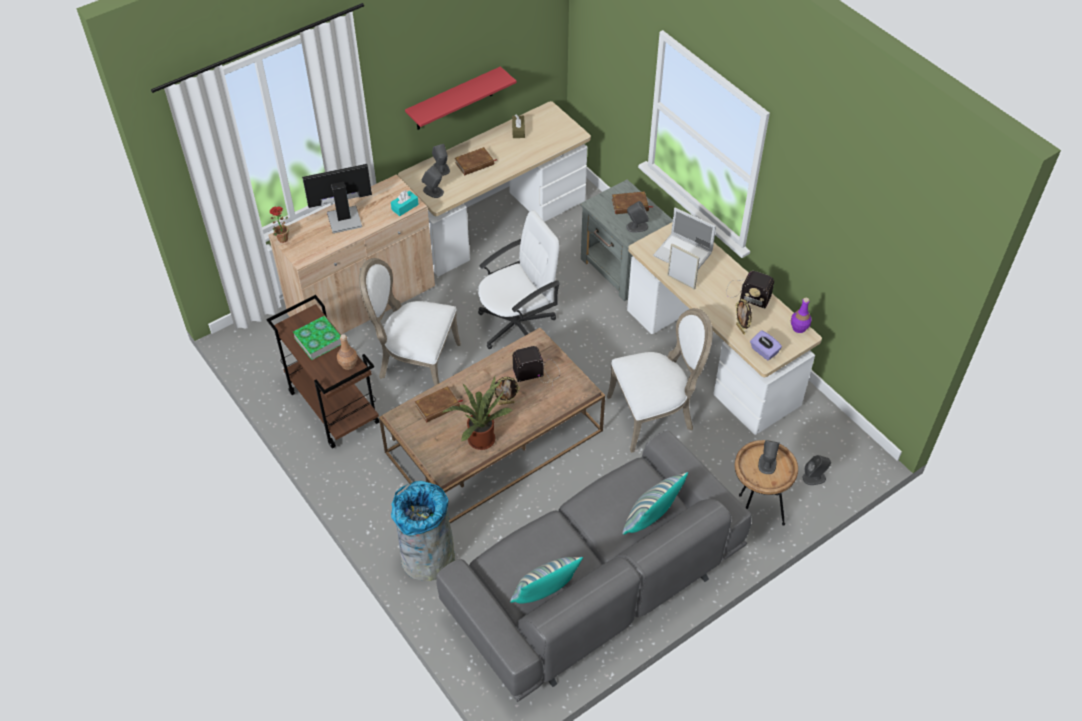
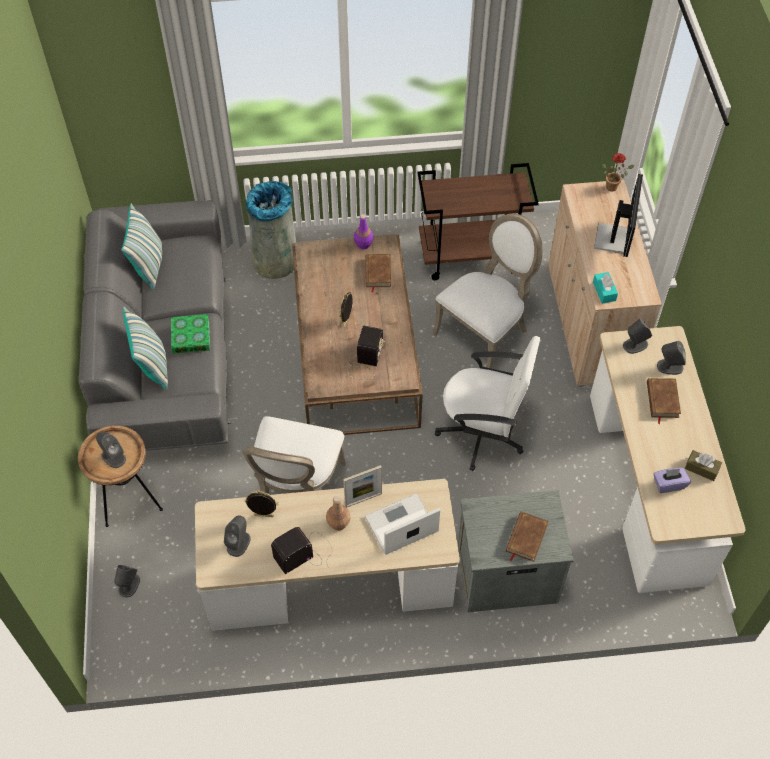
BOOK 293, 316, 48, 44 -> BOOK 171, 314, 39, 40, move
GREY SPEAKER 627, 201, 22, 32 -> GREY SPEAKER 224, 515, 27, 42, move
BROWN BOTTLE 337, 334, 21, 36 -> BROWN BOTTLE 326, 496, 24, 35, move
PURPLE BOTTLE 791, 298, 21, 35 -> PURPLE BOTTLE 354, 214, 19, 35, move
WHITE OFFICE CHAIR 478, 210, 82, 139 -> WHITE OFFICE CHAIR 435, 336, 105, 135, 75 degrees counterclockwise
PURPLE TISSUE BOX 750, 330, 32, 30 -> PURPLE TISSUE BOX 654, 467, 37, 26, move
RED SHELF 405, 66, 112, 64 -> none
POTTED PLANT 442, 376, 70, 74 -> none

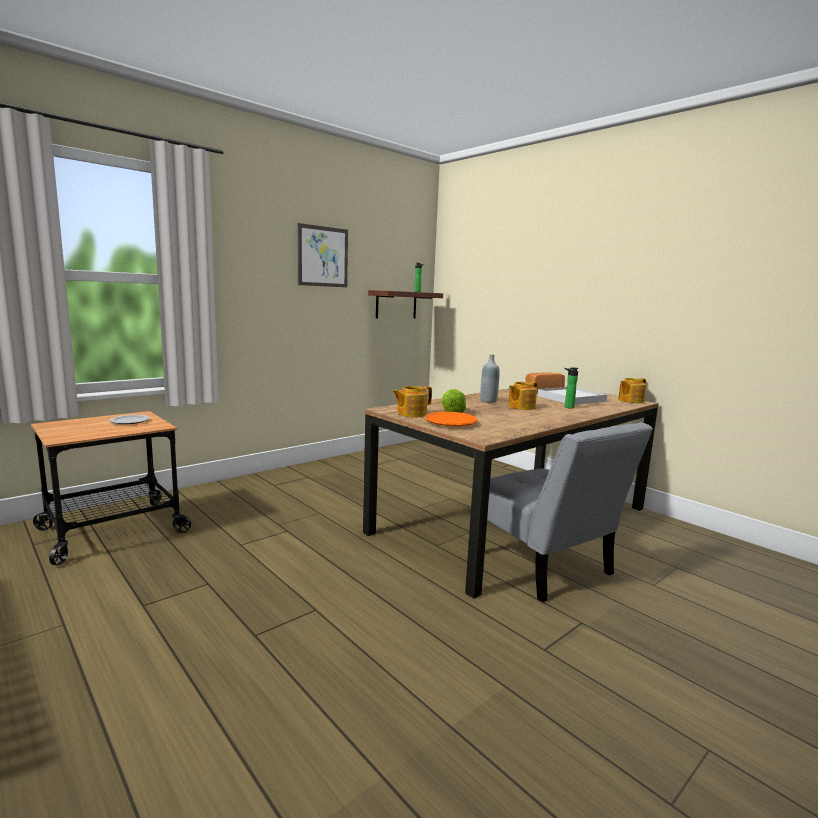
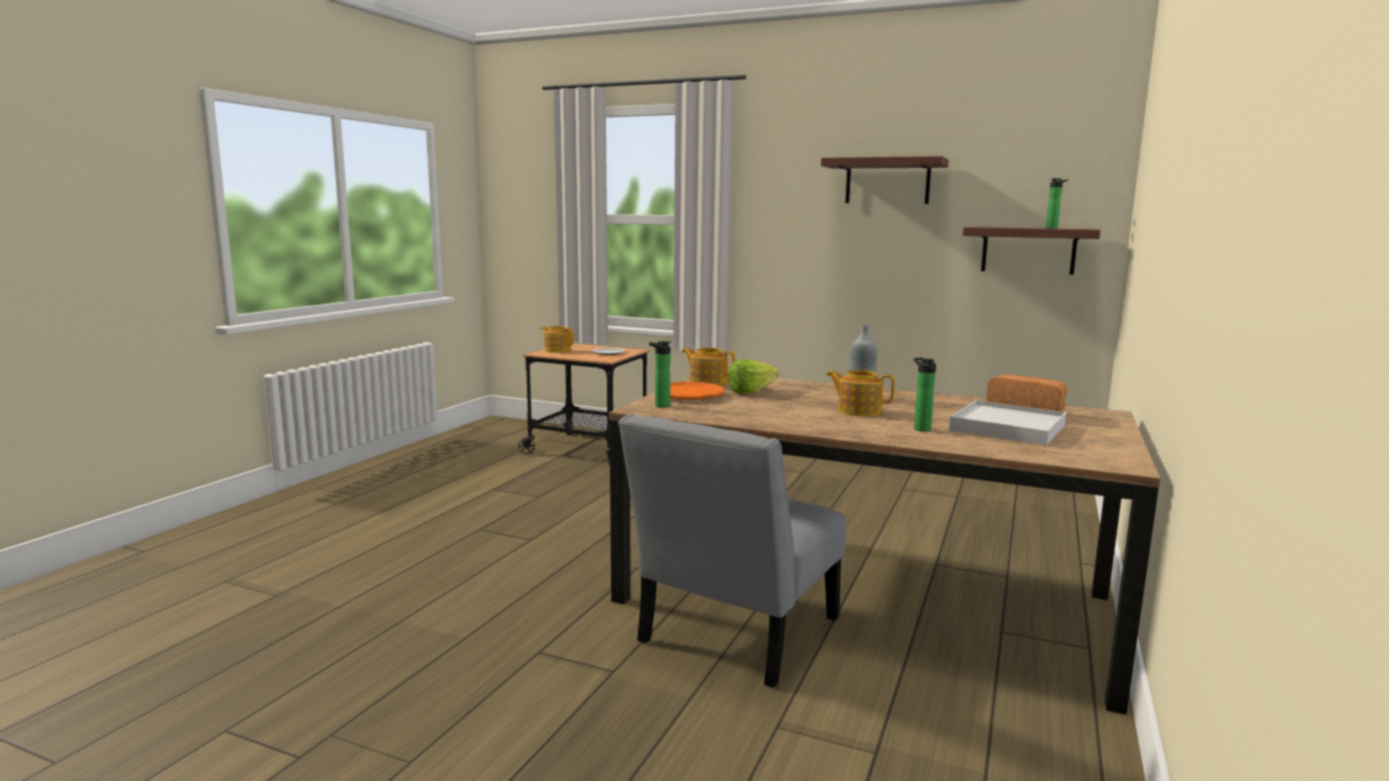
TEAPOT 618, 378, 28, 25 -> TEAPOT 540, 326, 34, 27, move
none -> BOTTLE 649, 341, 22, 66
PICTURE 298, 223, 50, 64 -> SHELF 821, 156, 127, 48

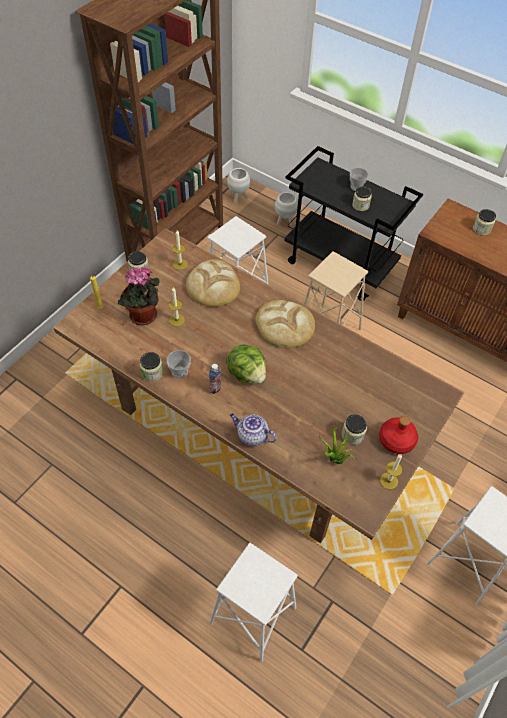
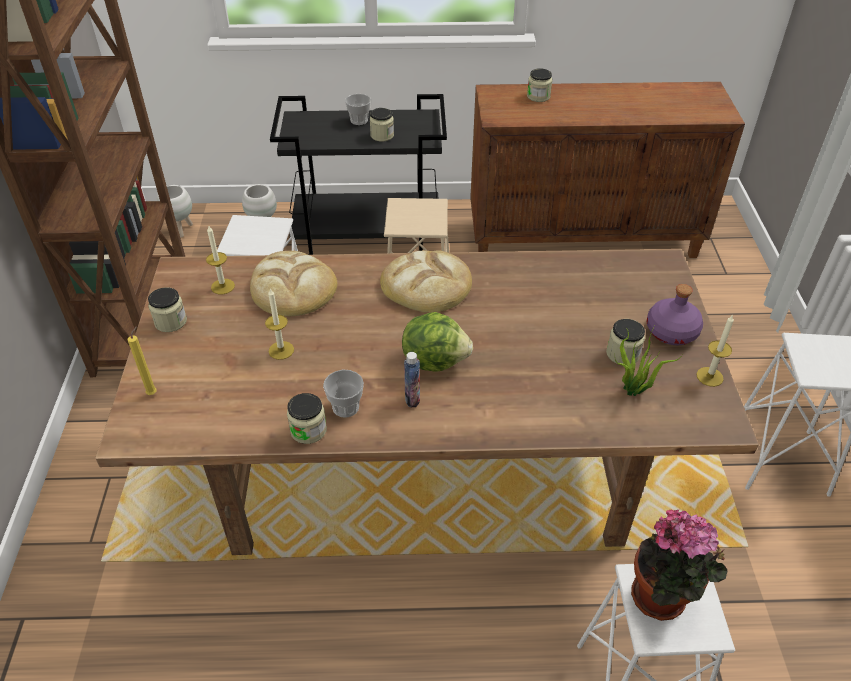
POTTED PLANT 117, 267, 42, 58 -> POTTED PLANT 631, 510, 96, 111, move
RED BOTTLE 379, 416, 39, 38 -> PURPLE BOTTLE 647, 284, 56, 61
TEAPOT 230, 413, 47, 33 -> none

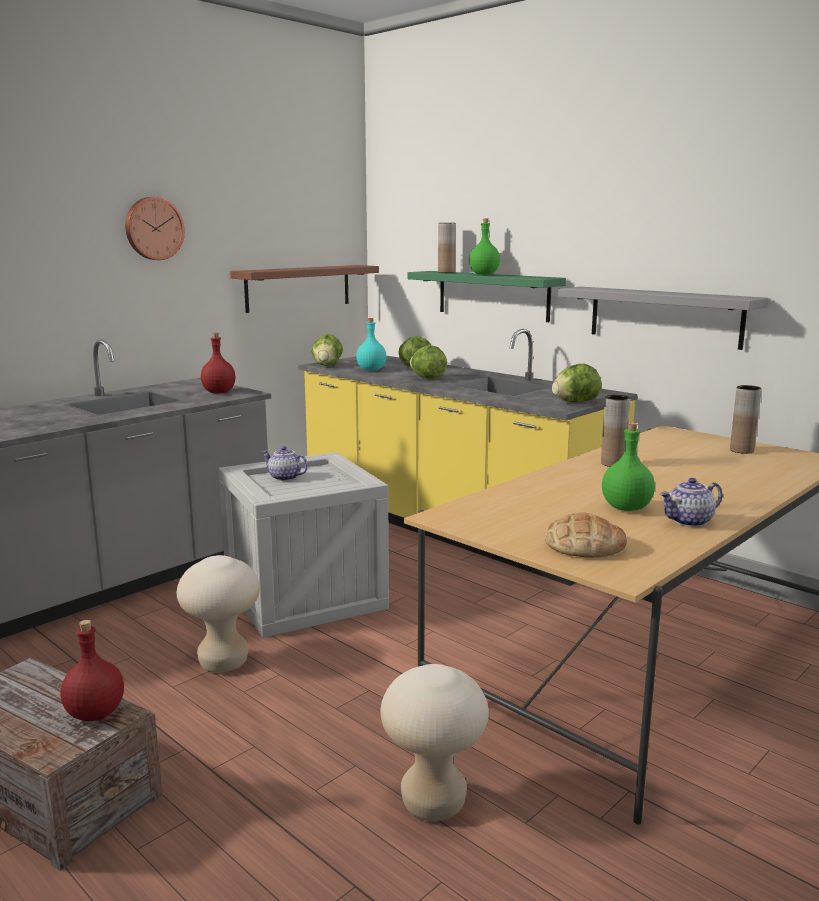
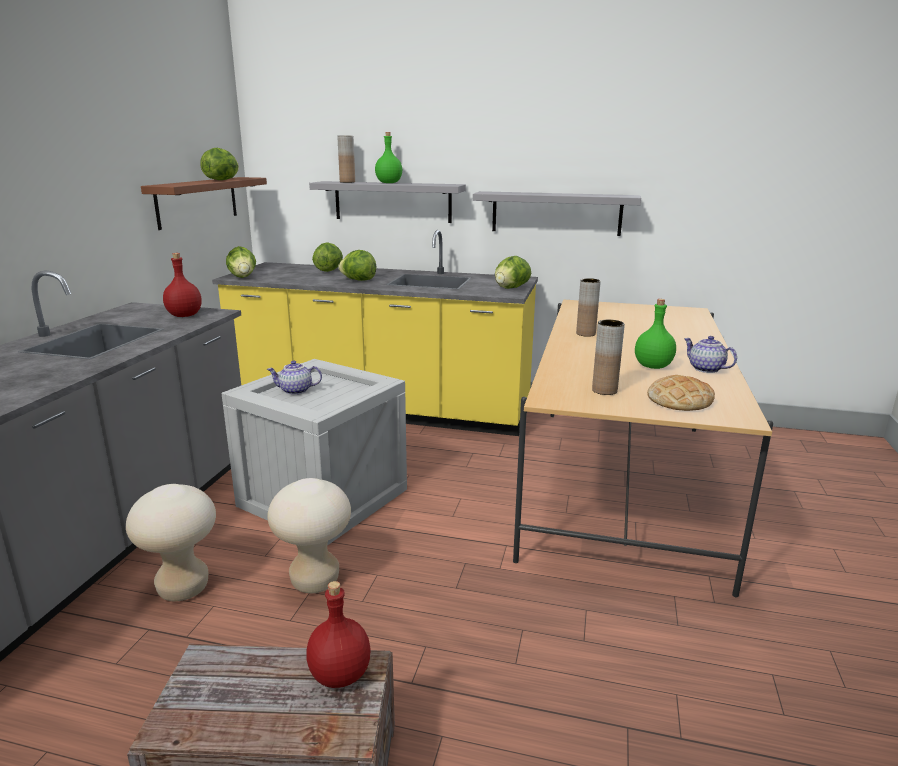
BEIGE STOOL 381, 664, 108, 157 -> BEIGE STOOL 126, 484, 90, 117, move
none -> LETTUCE 200, 148, 39, 32
GREEN SHELF 408, 271, 158, 51 -> GREY SHELF 309, 181, 157, 42
BROWN VASE 730, 385, 32, 69 -> BROWN VASE 592, 320, 33, 75, move
TEAPOT 660, 478, 63, 49 -> TEAPOT 684, 336, 53, 37, 105 degrees clockwise
WALL CLOCK 125, 197, 60, 63 -> none
TURQUOISE BOTTLE 356, 318, 30, 53 -> none

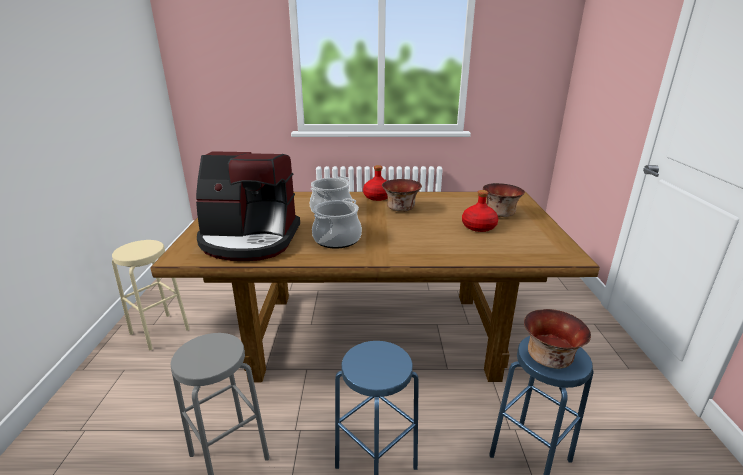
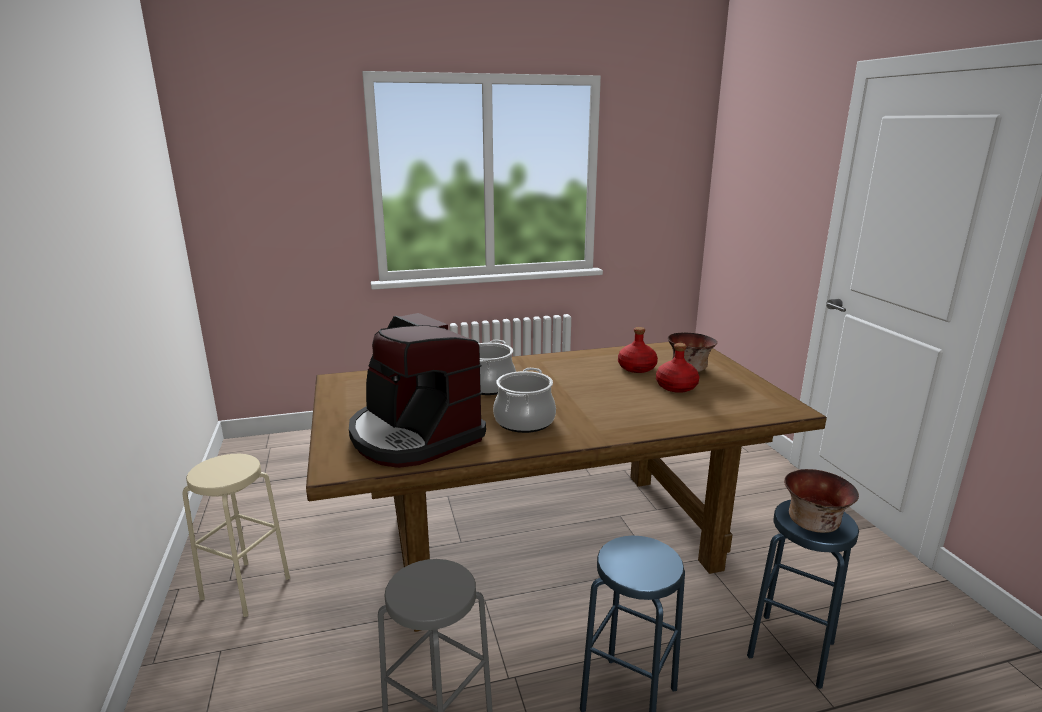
COFFEE MACHINE 196, 151, 104, 110 -> COFFEE MACHINE 349, 313, 137, 155, 60 degrees clockwise
RED BOTTLE 363, 165, 25, 36 -> RED BOTTLE 618, 327, 40, 46, move
BOWL 382, 179, 40, 33 -> none

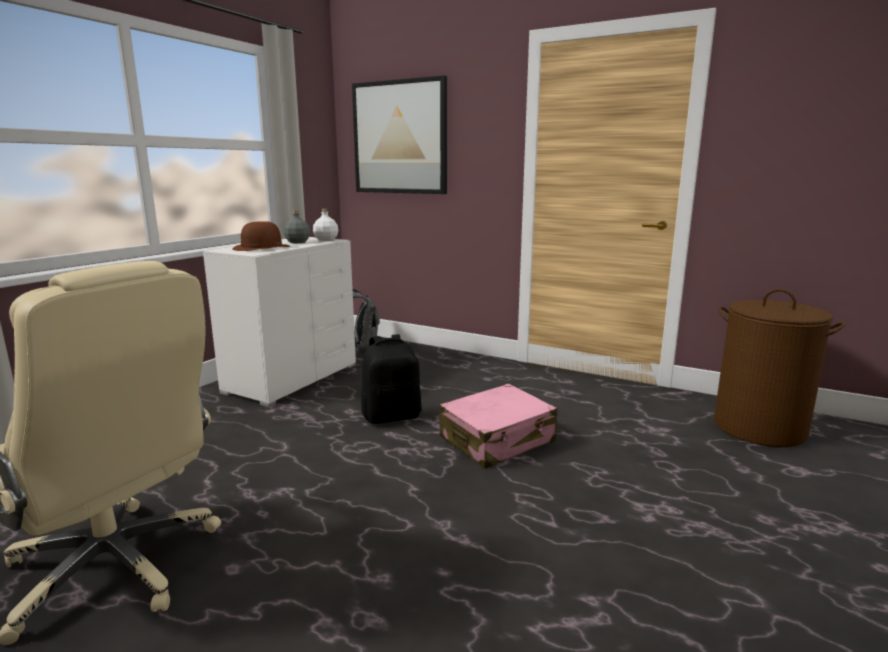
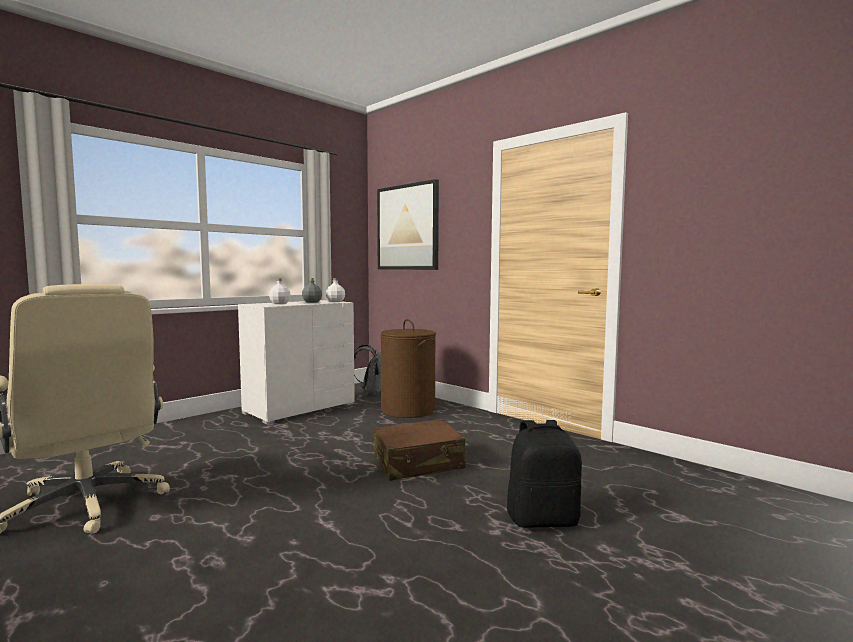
BROWN HAT 232, 221, 59, 30 -> WHITE BOTTLE 269, 278, 22, 26
PINK SUITCASE 439, 384, 118, 85 -> BROWN SUITCASE 374, 419, 91, 62
BROWN LAUNDRY BASKET 714, 289, 131, 158 -> BROWN LAUNDRY BASKET 380, 319, 56, 99, move
BLACK BACKPACK 361, 334, 61, 90 -> BLACK BACKPACK 507, 420, 75, 108, move

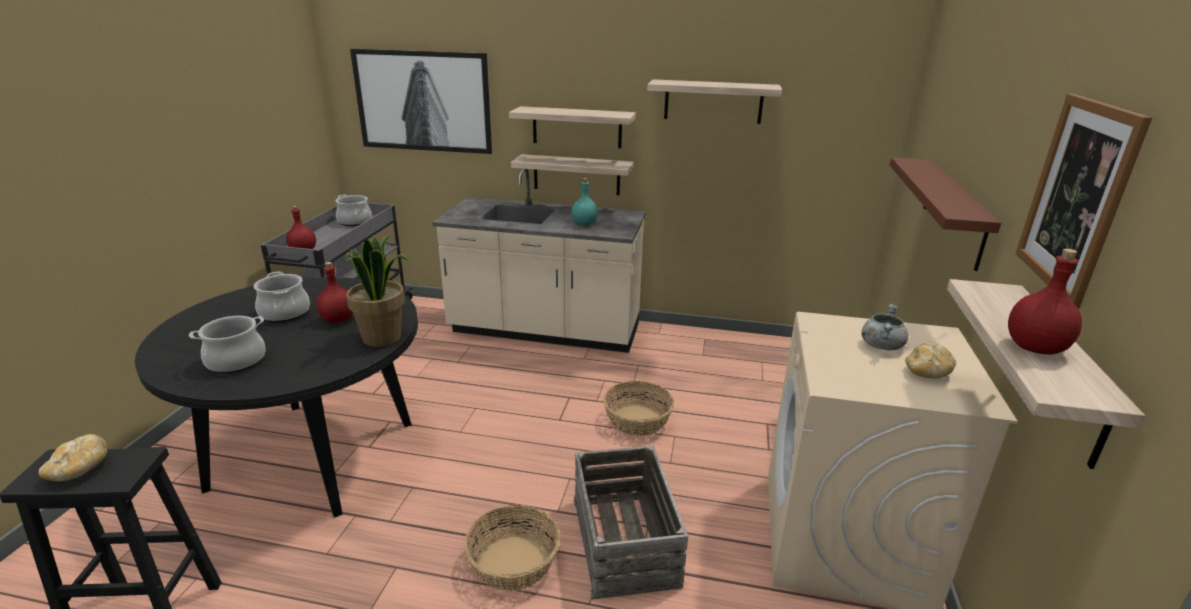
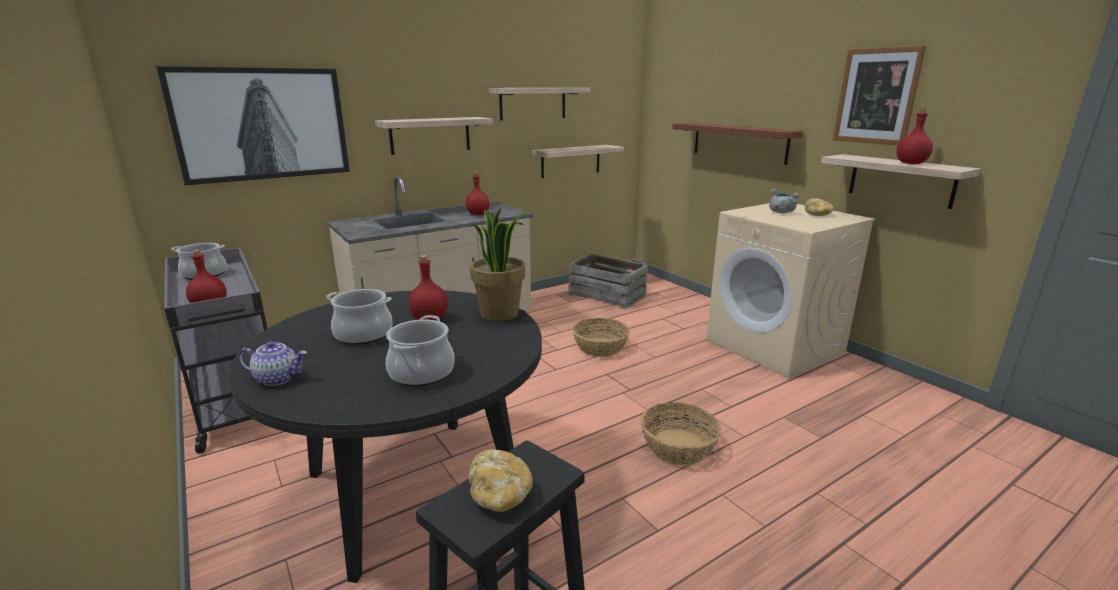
none -> TEAPOT 238, 341, 69, 45
TURQUOISE BOTTLE 571, 178, 27, 48 -> RED BOTTLE 465, 173, 25, 42
SHELF 511, 154, 123, 41 -> SHELF 532, 145, 92, 33, move
CRATE 574, 445, 114, 155 -> CRATE 568, 254, 80, 55, move

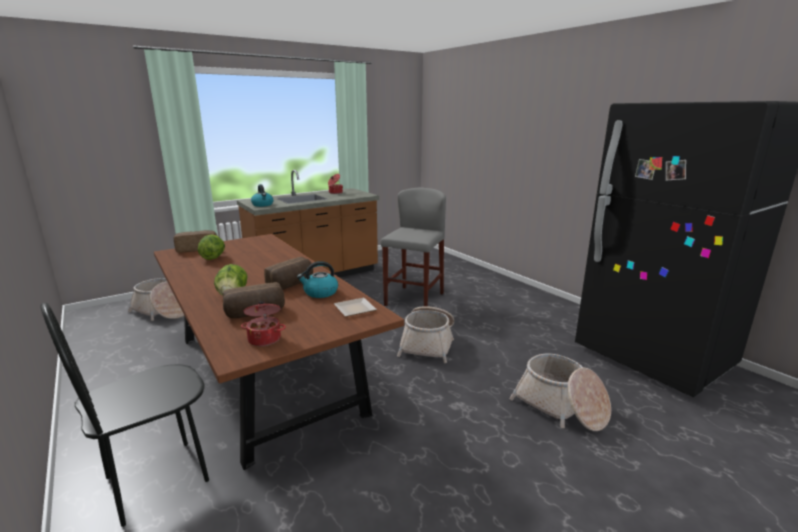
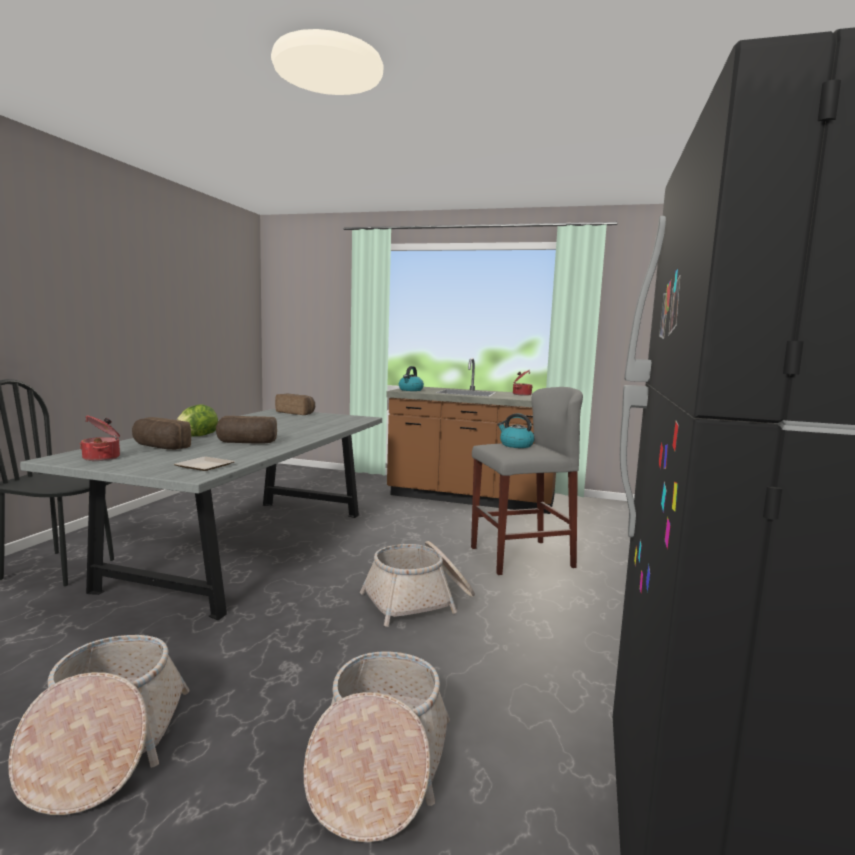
BASKET 128, 278, 56, 43 -> BASKET 9, 635, 181, 180, move
BROWN DINING TABLE 154, 234, 250, 236 -> GREY DINING TABLE 20, 409, 362, 211
KETTLE 297, 261, 41, 37 -> KETTLE 498, 413, 37, 35, move
LETTUCE 198, 234, 27, 26 -> none

